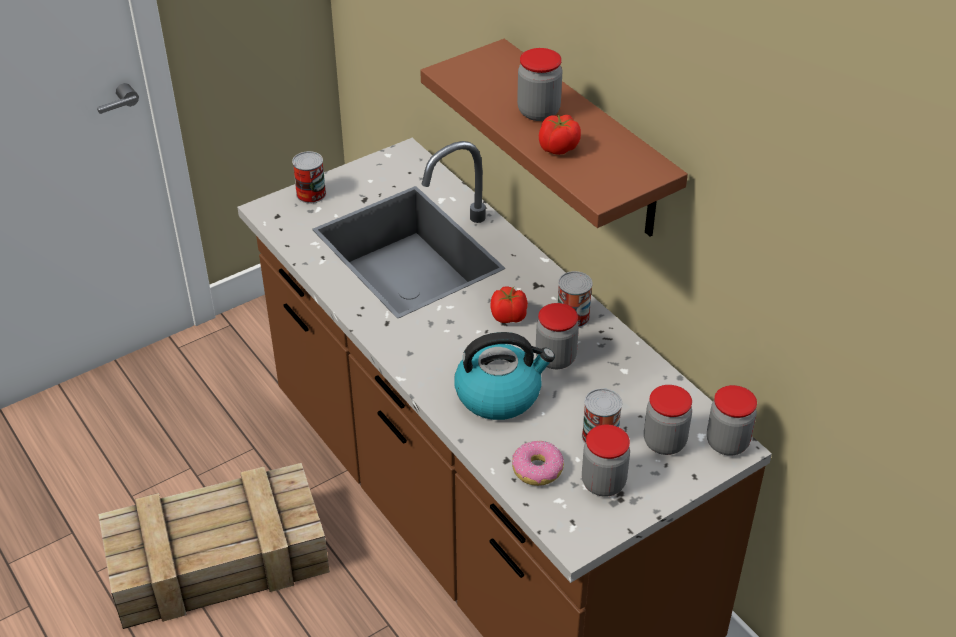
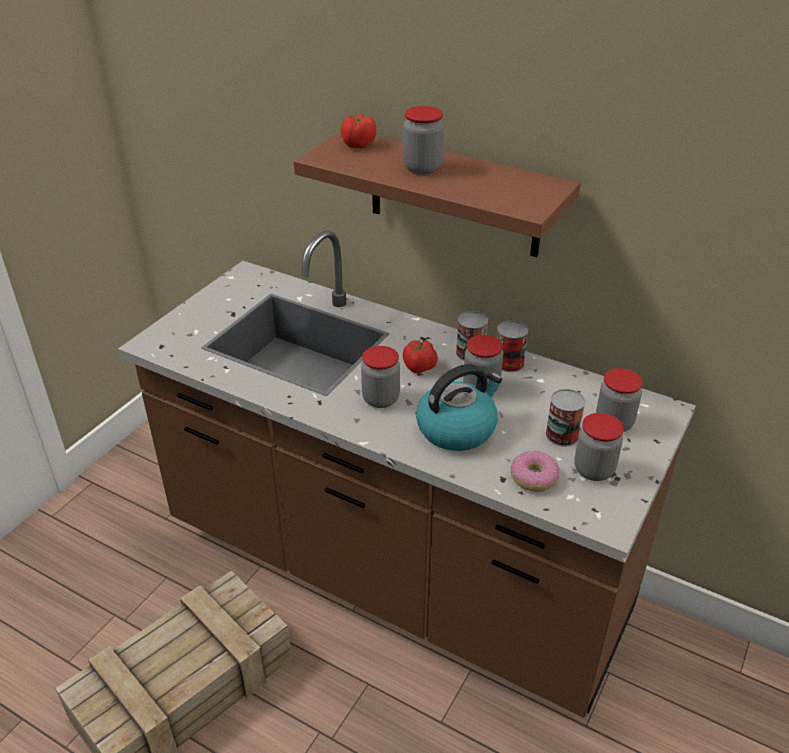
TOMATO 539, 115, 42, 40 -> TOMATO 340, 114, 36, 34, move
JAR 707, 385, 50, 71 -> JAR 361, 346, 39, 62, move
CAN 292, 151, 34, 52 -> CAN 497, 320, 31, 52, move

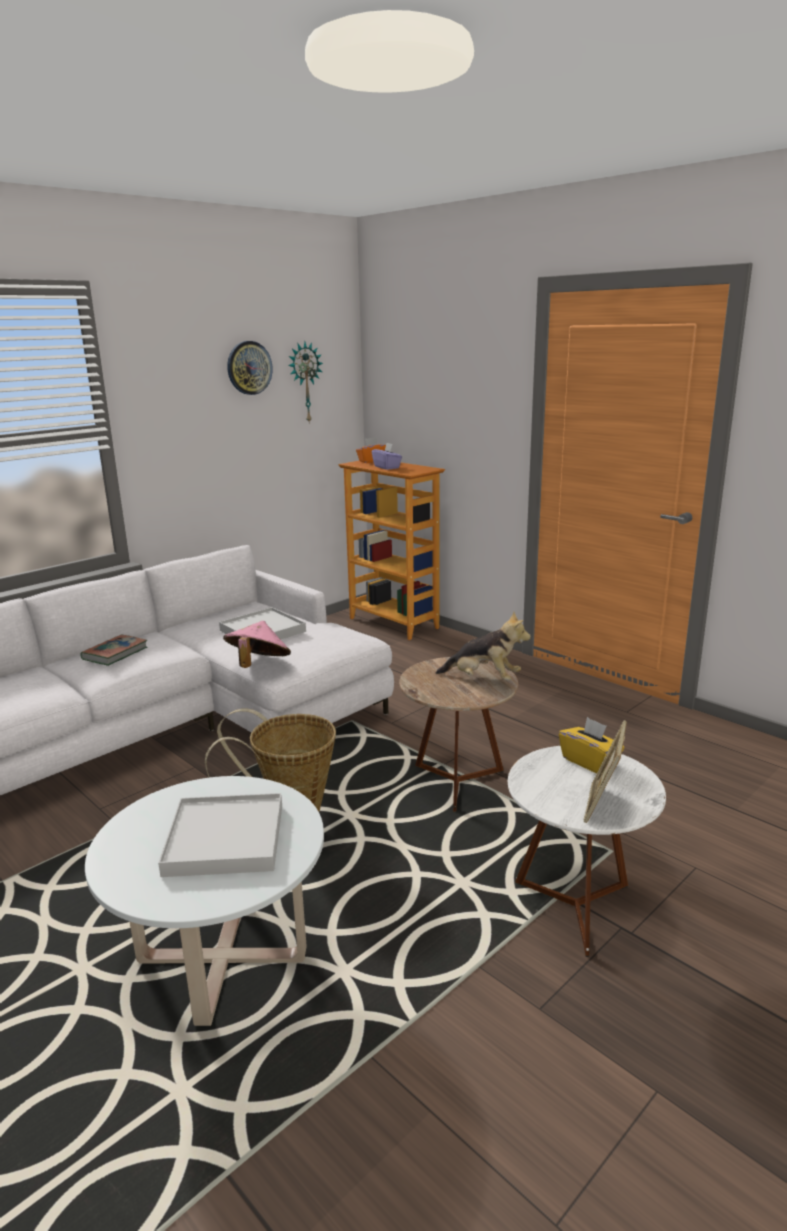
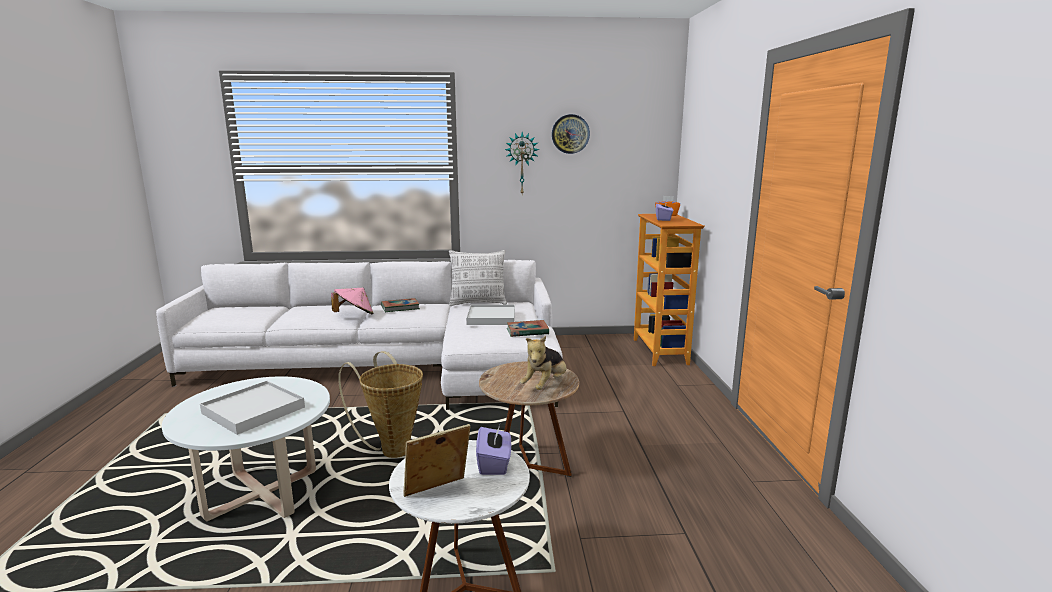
PINK HAT 223, 621, 68, 47 -> PINK HAT 331, 288, 42, 26, move
none -> PILLOW 449, 250, 58, 56
YELLOW TISSUE BOX 559, 717, 65, 56 -> PURPLE TISSUE BOX 476, 425, 35, 50
WALL CLOCK 288, 342, 35, 82 -> WALL CLOCK 505, 132, 34, 62, move
none -> BOOK 507, 320, 42, 17
PLUSH TOY 435, 611, 96, 70 -> PLUSH TOY 520, 336, 47, 54, 60 degrees clockwise

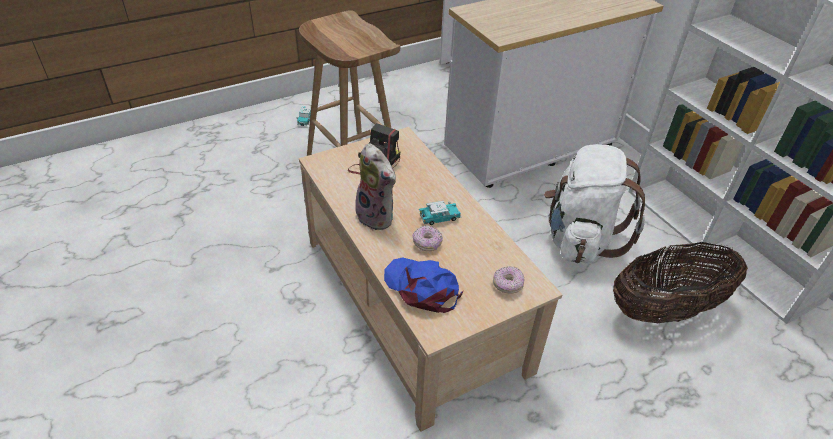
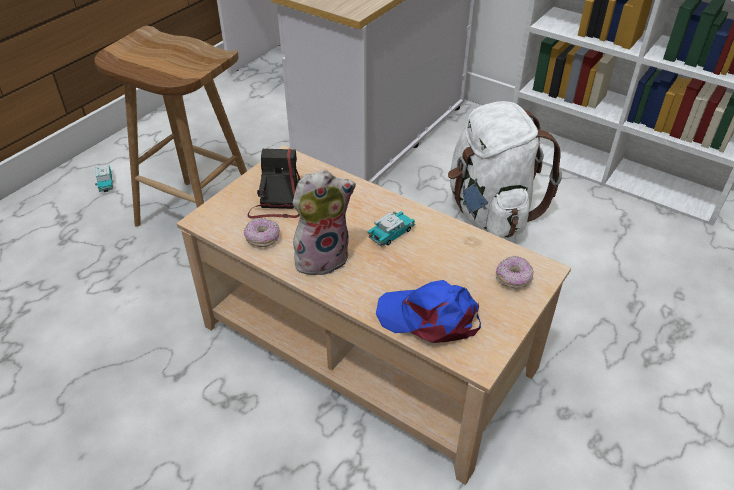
DONUT 412, 225, 31, 26 -> DONUT 244, 218, 36, 29, move
PLUSH TOY 355, 143, 41, 88 -> PLUSH TOY 293, 170, 63, 105, 45 degrees counterclockwise
BASKET 613, 242, 135, 81 -> none

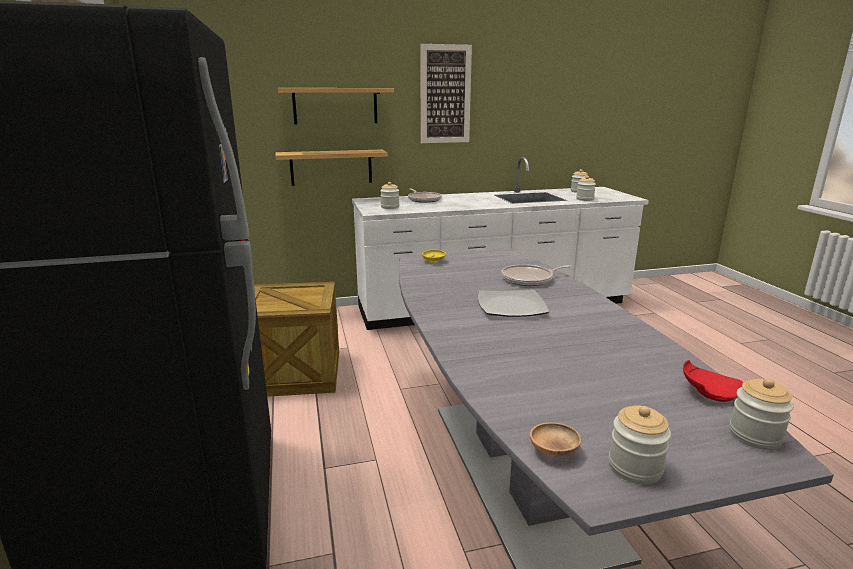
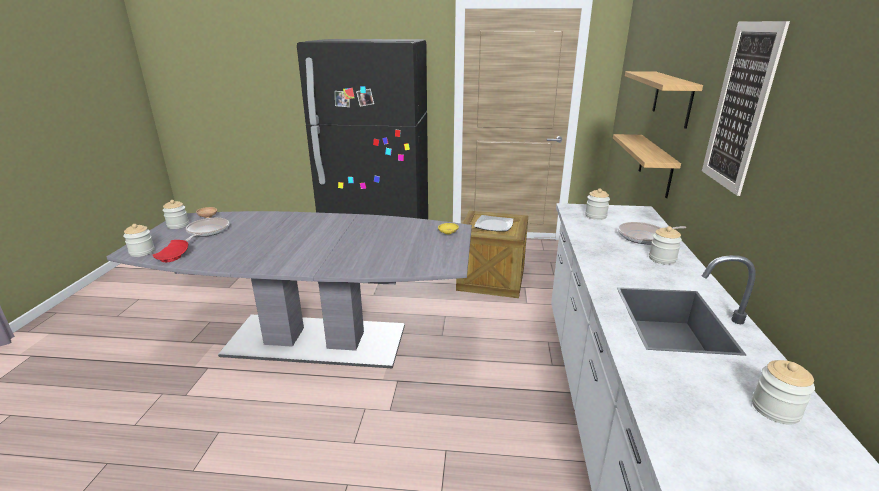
FRYING PAN 501, 264, 71, 22 -> FRYING PAN 185, 218, 44, 23, move
PLATE 478, 290, 71, 27 -> PLATE 474, 215, 39, 16, move
JAR 576, 176, 20, 25 -> JAR 649, 226, 33, 39, move

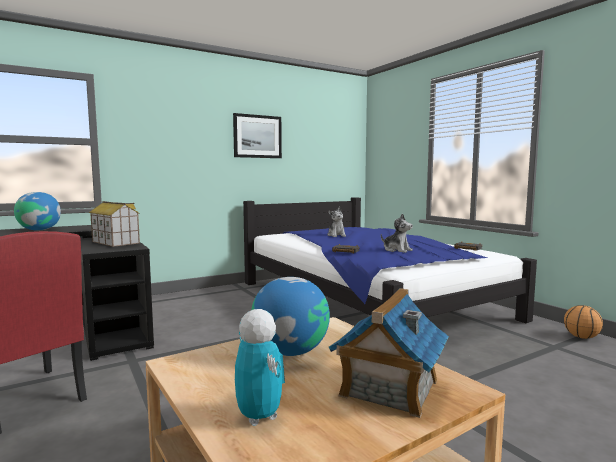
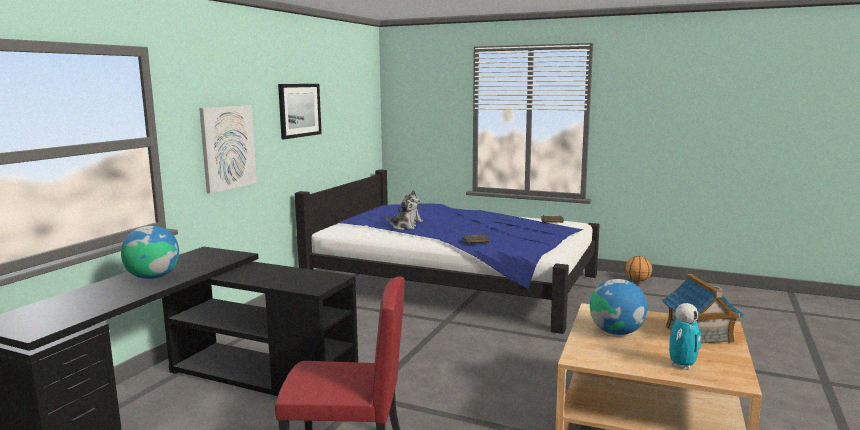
none -> PICTURE 199, 105, 58, 89
PLUSH TOY 381, 213, 32, 40 -> PLUSH TOY 386, 194, 32, 36, move
TOY ROBOT 235, 309, 50, 117 -> TOY ROBOT 669, 303, 32, 67, 105 degrees clockwise
TOY HOUSE 89, 201, 51, 46 -> none

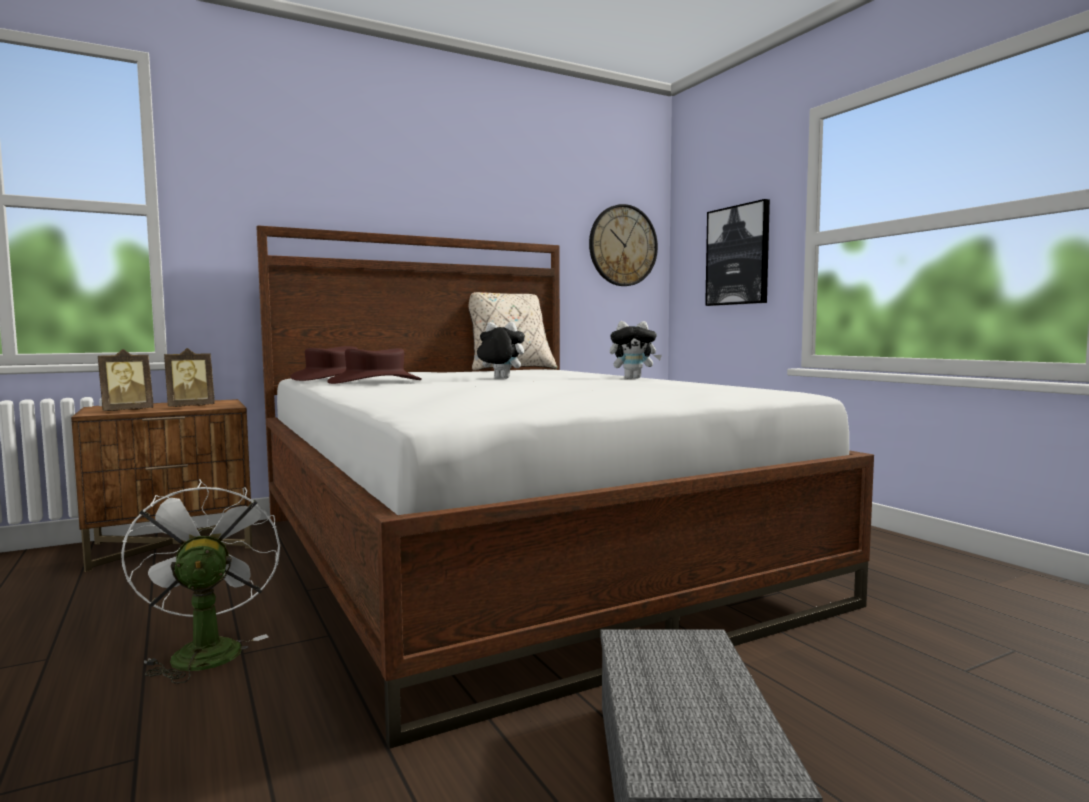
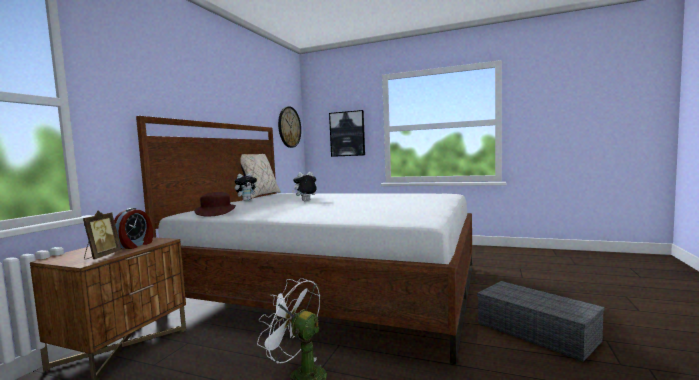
PICTURE FRAME 164, 348, 51, 59 -> ALARM CLOCK 114, 208, 39, 41
PLUSH TOY 610, 321, 52, 58 -> PLUSH TOY 235, 173, 23, 28, move
BROWN HAT 327, 348, 95, 36 -> none

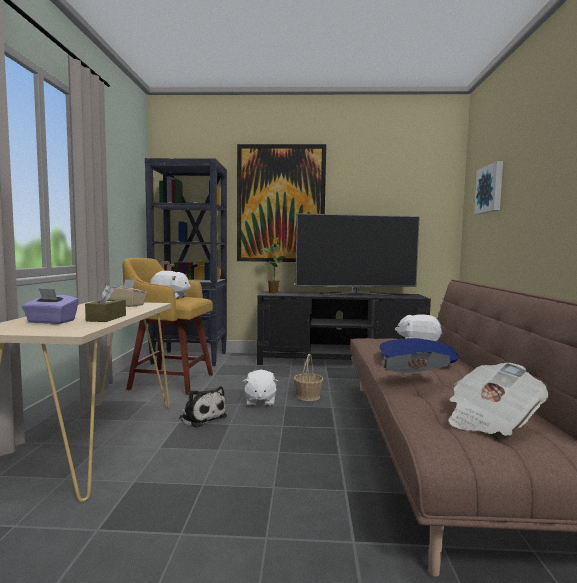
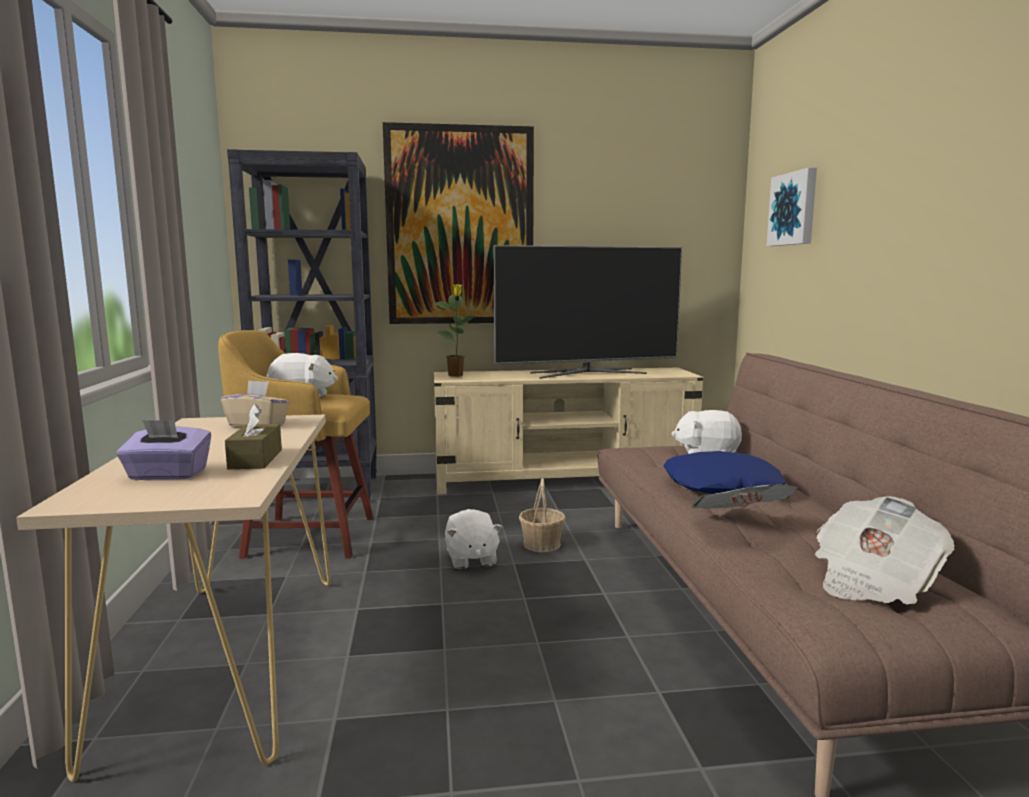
BLACK TV STAND 257, 291, 174, 74 -> BEIGE TV STAND 434, 368, 269, 127
PLUSH TOY 179, 386, 48, 41 -> none

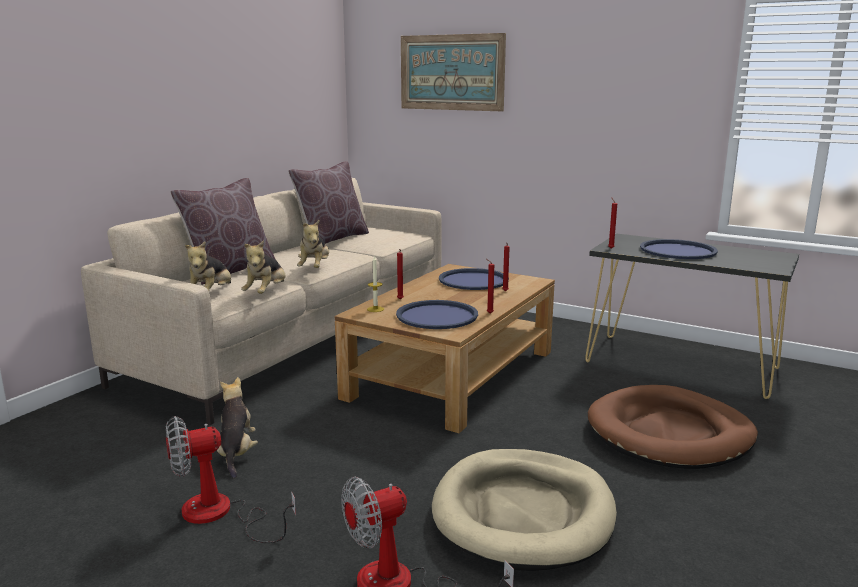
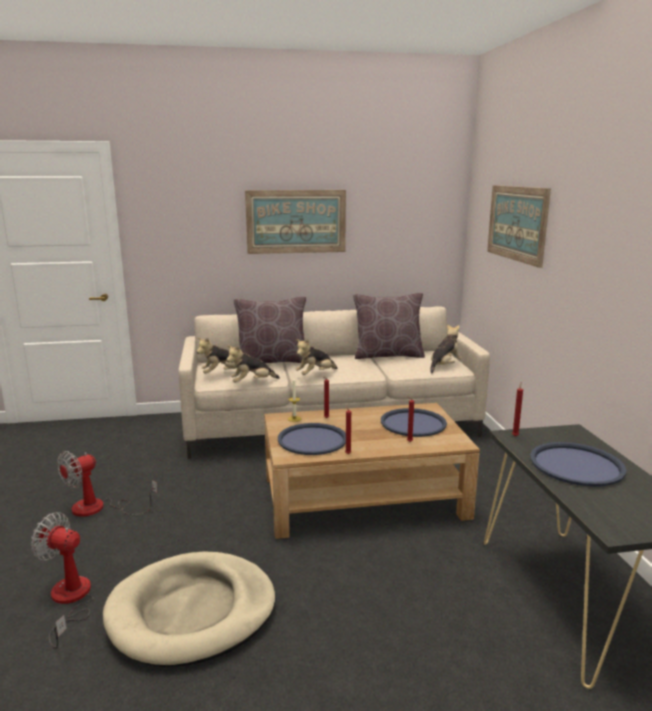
FAN 166, 416, 130, 127 -> FAN 57, 451, 101, 66, 75 degrees counterclockwise
none -> PICTURE 245, 190, 101, 64
PLUSH TOY 217, 377, 41, 102 -> PLUSH TOY 430, 324, 32, 50, move
BROWN DOG BED 588, 385, 170, 84 -> none

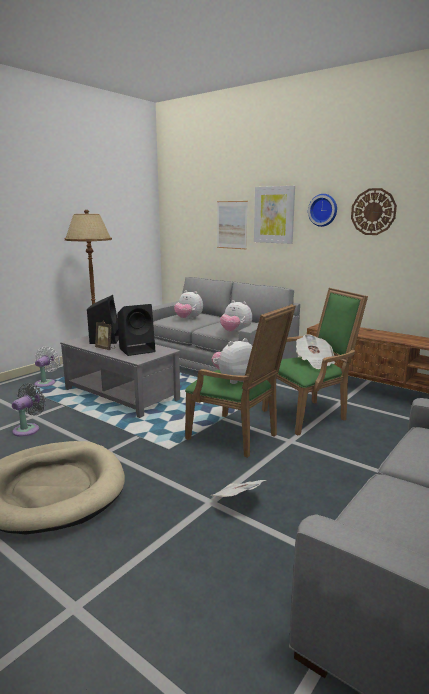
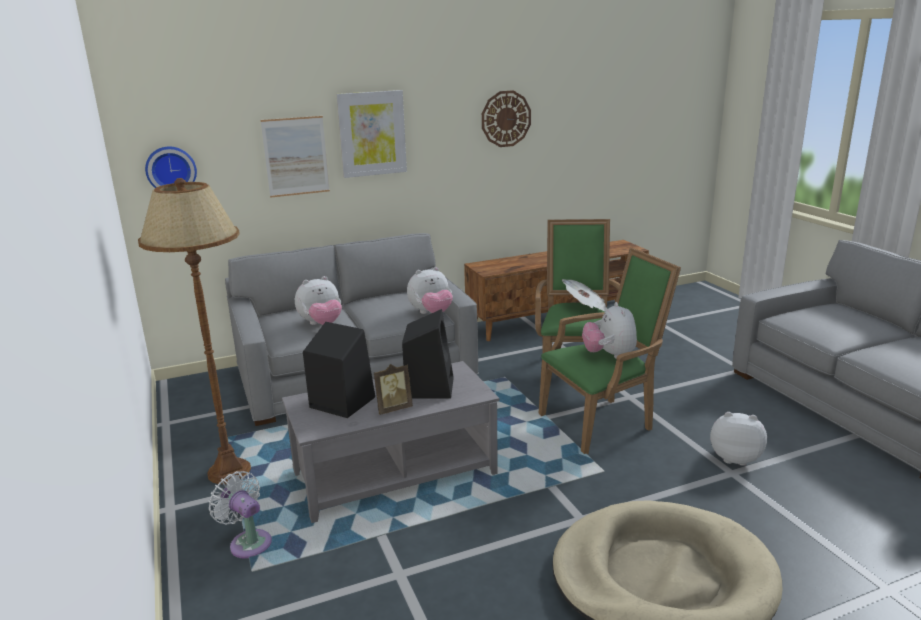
WALL CLOCK 308, 194, 29, 33 -> WALL CLOCK 145, 147, 52, 41, move
NEWSPAPER 210, 480, 56, 17 -> PLUSH TOY 710, 412, 57, 54
GREY FAN 12, 383, 34, 54 -> none

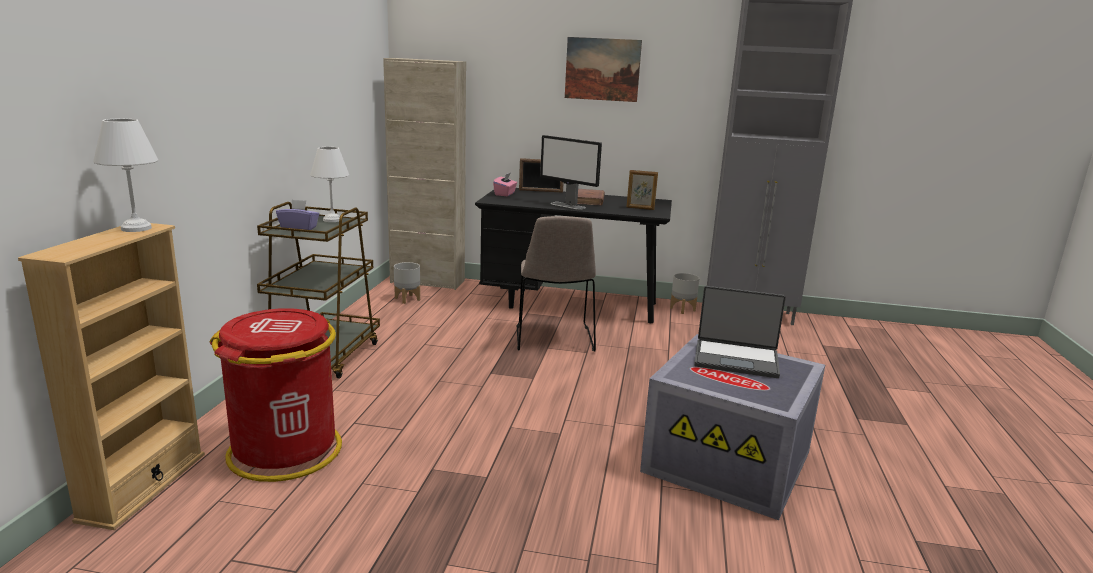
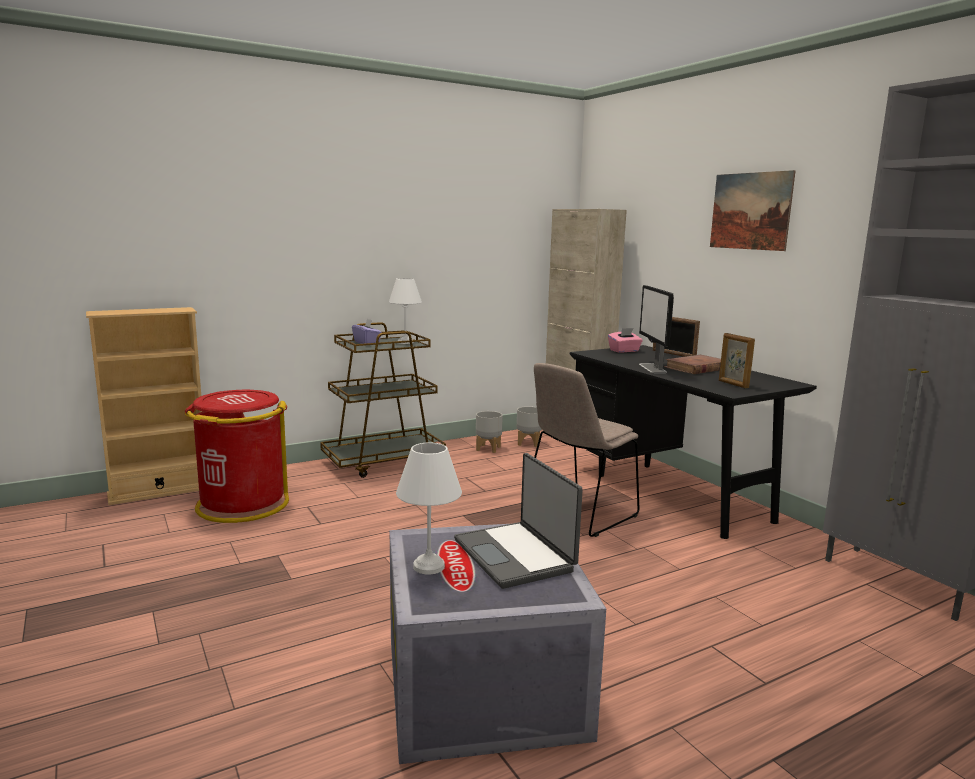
WHITE TABLE LAMP 93, 118, 65, 114 -> WHITE TABLE LAMP 396, 442, 66, 132, move
GREY PLANTER 670, 273, 30, 41 -> GREY PLANTER 476, 411, 27, 42, move

